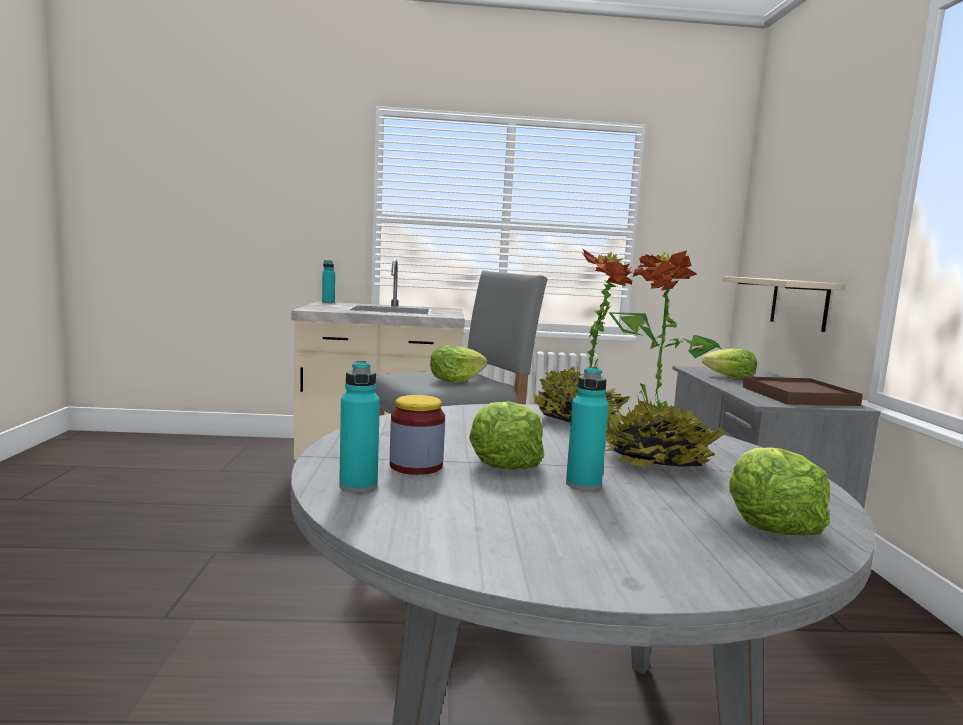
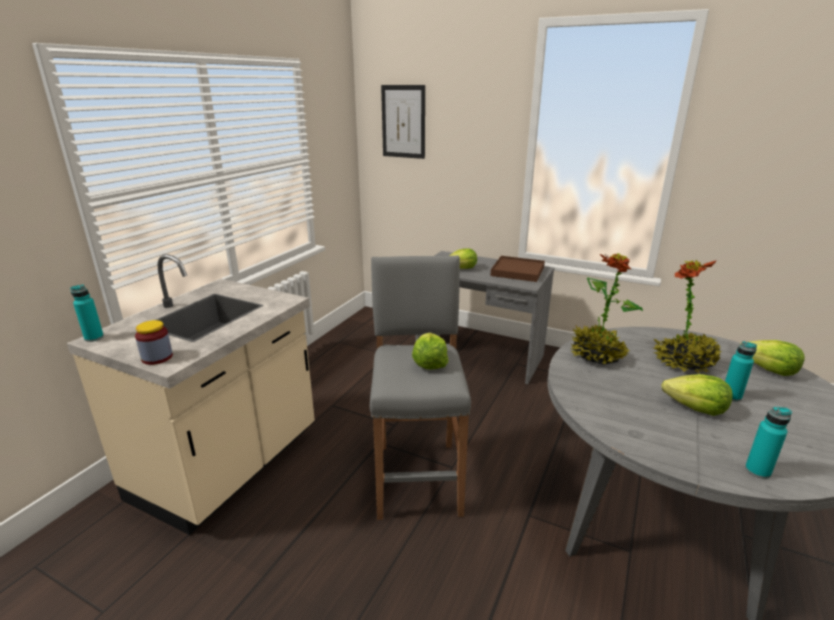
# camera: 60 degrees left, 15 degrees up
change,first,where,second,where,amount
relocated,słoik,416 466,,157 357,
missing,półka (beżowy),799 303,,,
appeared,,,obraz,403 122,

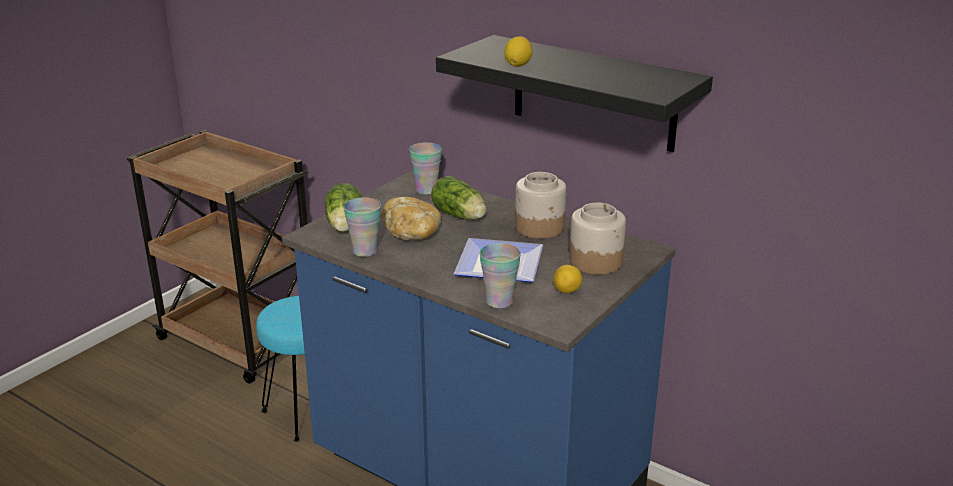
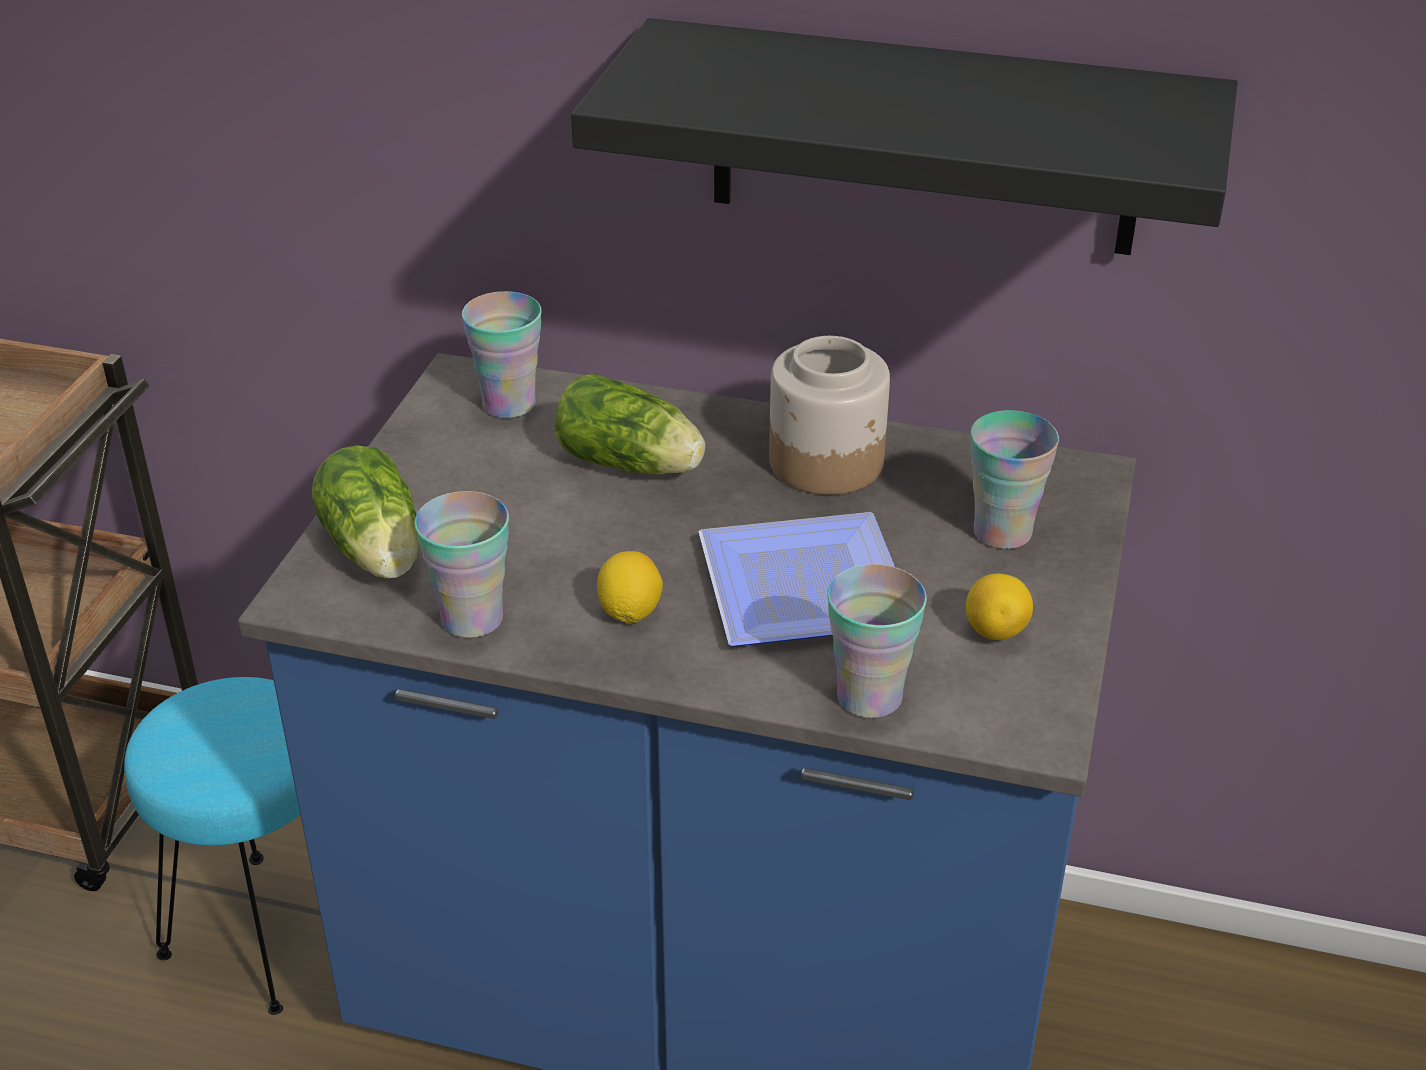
# camera: 20 degrees left, 10 degrees up
change,first,where,second,where,amount
missing,chleb,412 233,,,
relocated,cytryna,517 65,,630 612,
exchanged,słoik,596 261,filiżanka,1002 532,

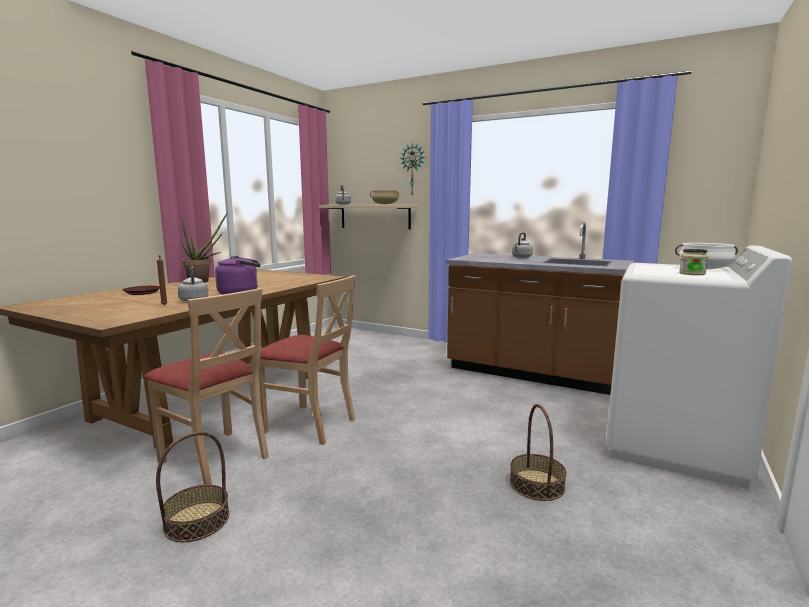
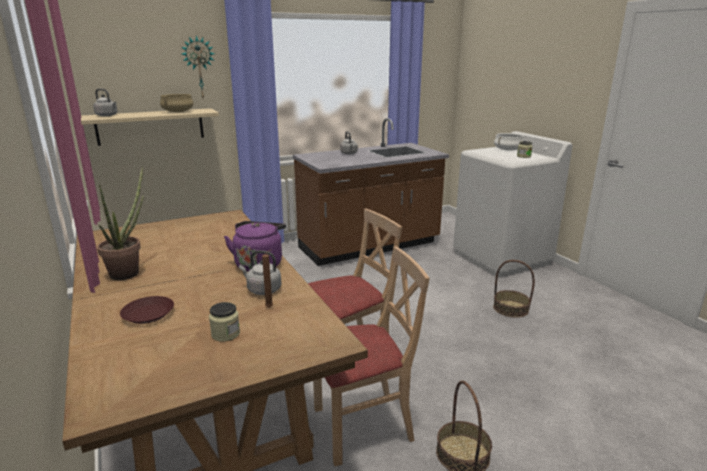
# camera: 55 degrees left, 10 degrees up
change,first,where,second,where,amount
appeared,,,słoik,225 334,

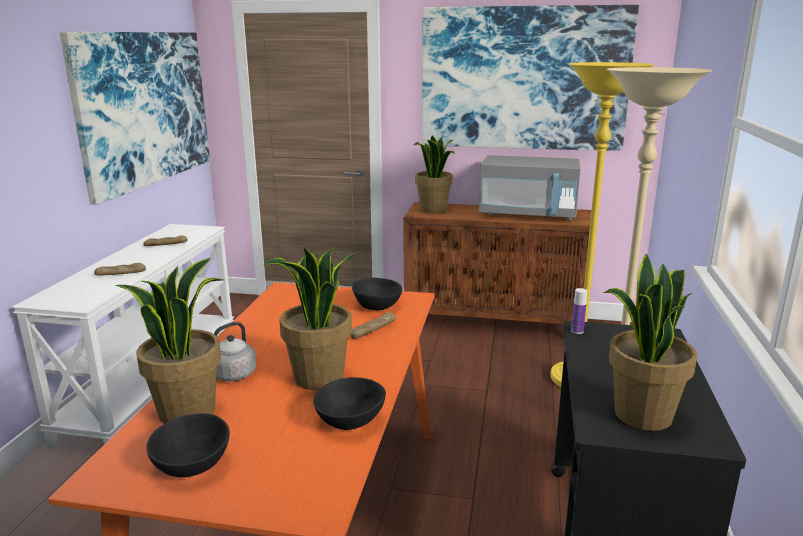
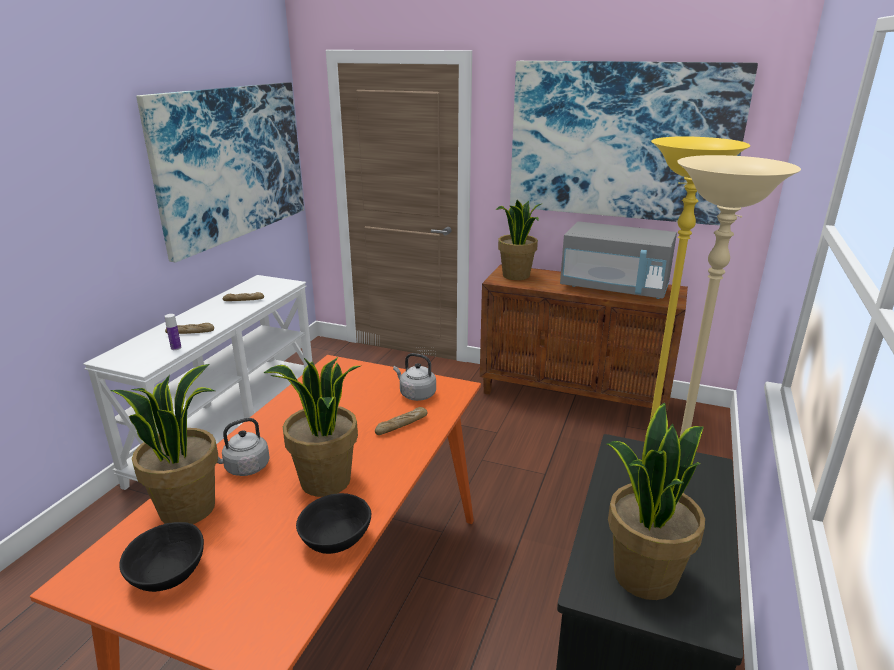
# camera: 10 degrees right, 5 degrees up
change,first,where,second,where,amount
exchanged,miska (czarny),376 306,czajnik (szary),416 394,
relocated,butelka,577 331,,176 348,

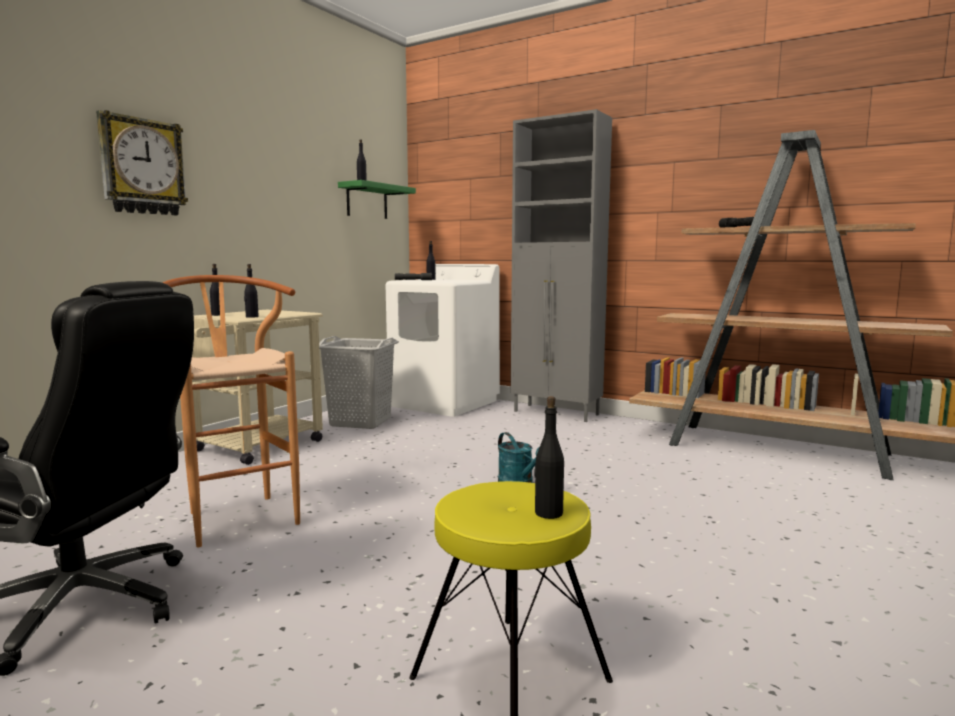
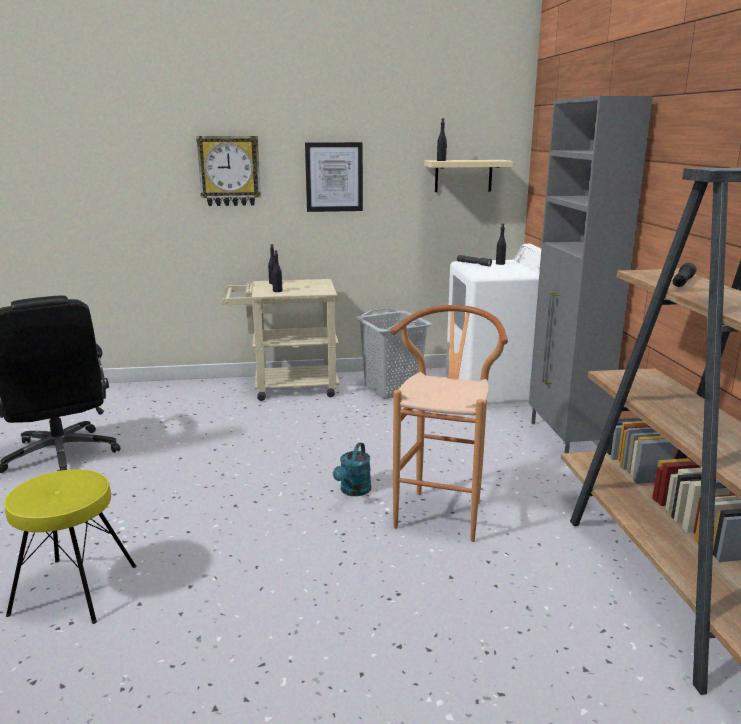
# camera: 50 degrees right, 10 degrees up
change,first,where,second,where,amount
relocated,stołek (brązowy),238 515,,443 510,
colour,półka (zielony),367 201,półka (beżowy),463 176,
missing,butelka (czarny),548 513,,,
appeared,,,obraz,334 177,

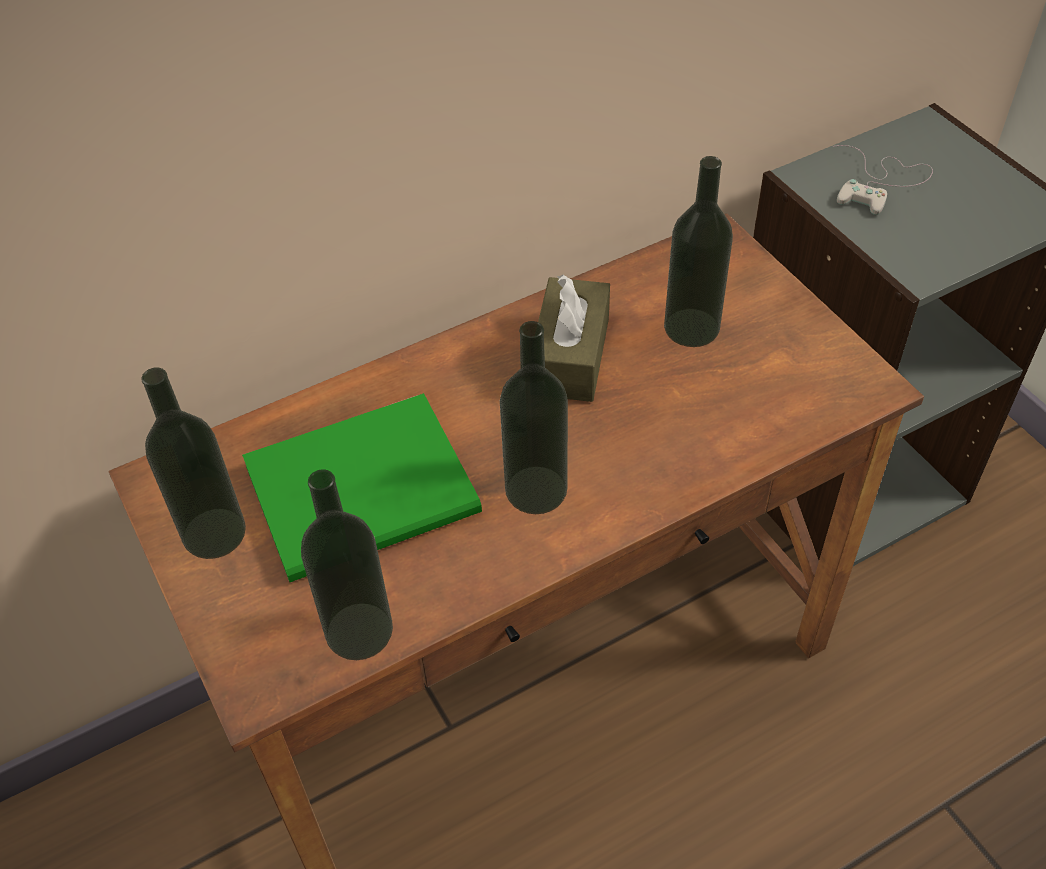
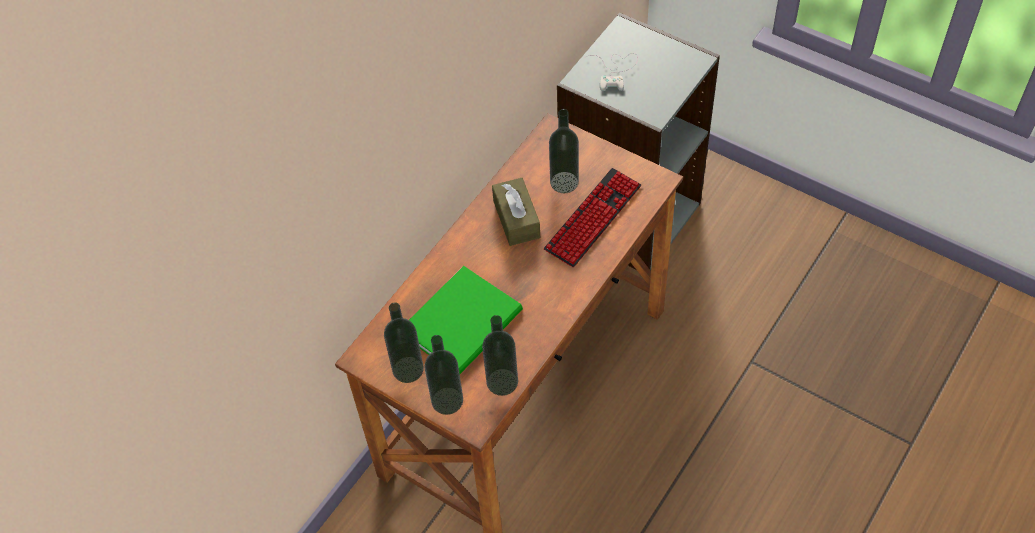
# camera: 25 degrees left, 5 degrees up
change,first,where,second,where,amount
relocated,butelka,536 490,,447 401,
appeared,,,klawiatura,593 218,

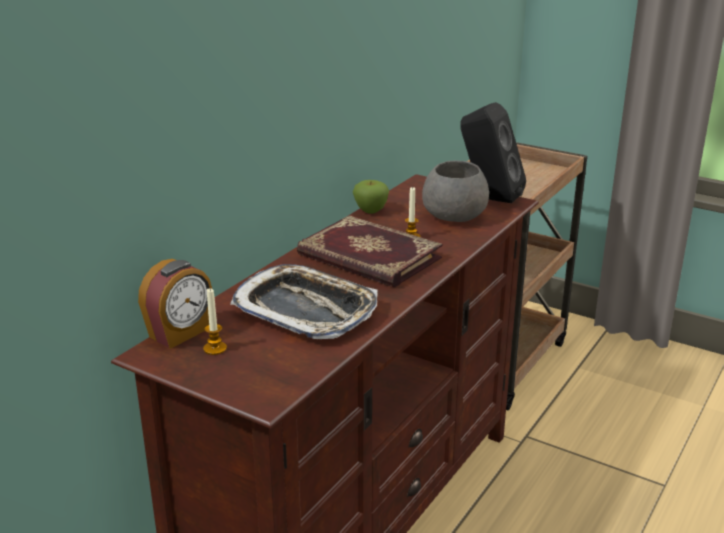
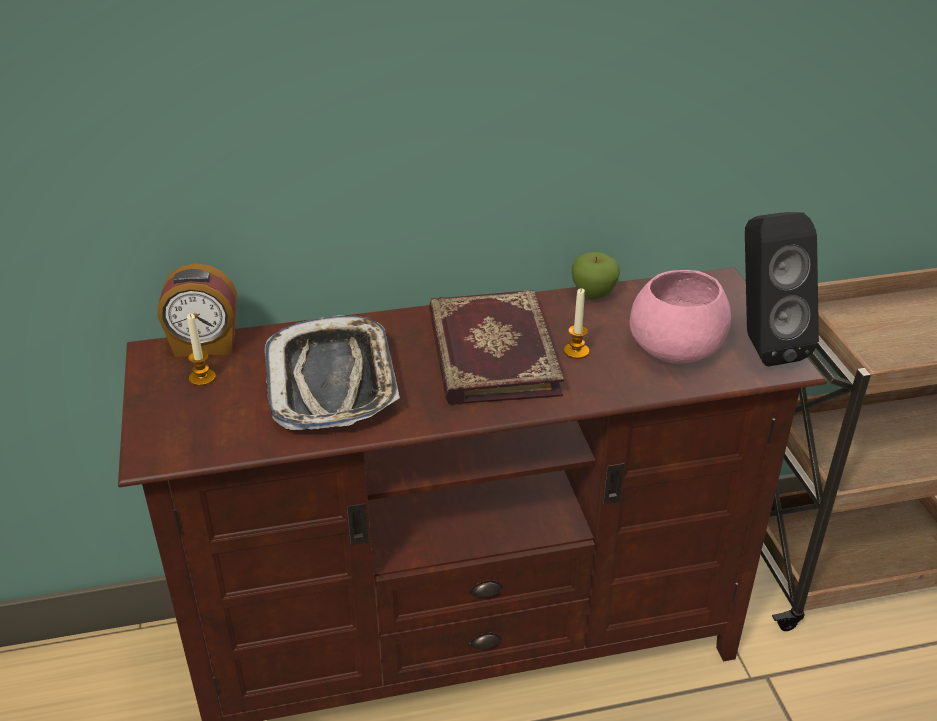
# camera: 45 degrees right, 10 degrees up
change,first,where,second,where,amount
colour,miska (szary),454 215,miska (różowy),677 347,

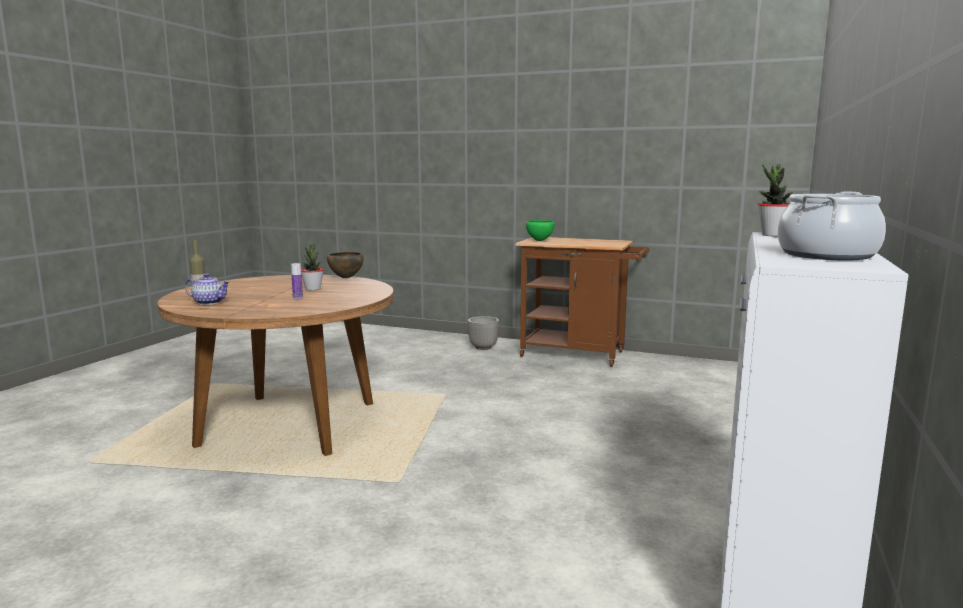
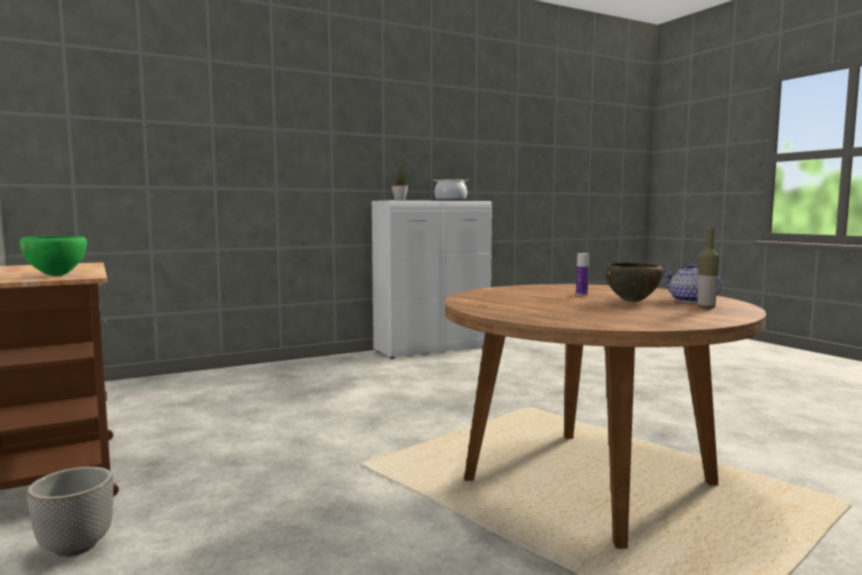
# camera: 140 degrees left, 5 degrees down
change,first,where,second,where,amount
missing,roślina doniczkowa,313 289,,,
relocated,miska (brązowy),345 278,,632 302,

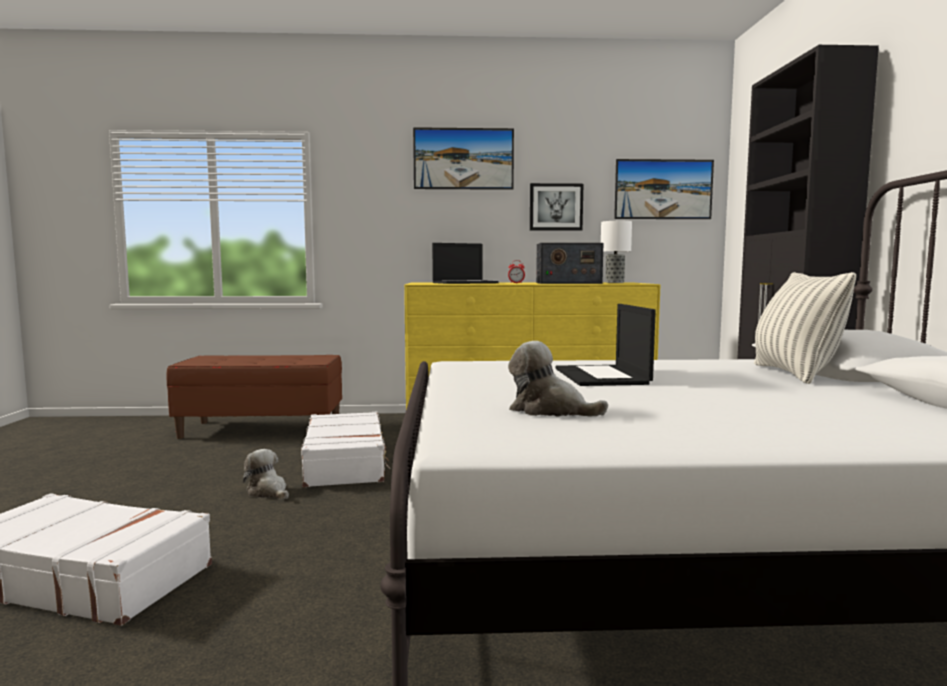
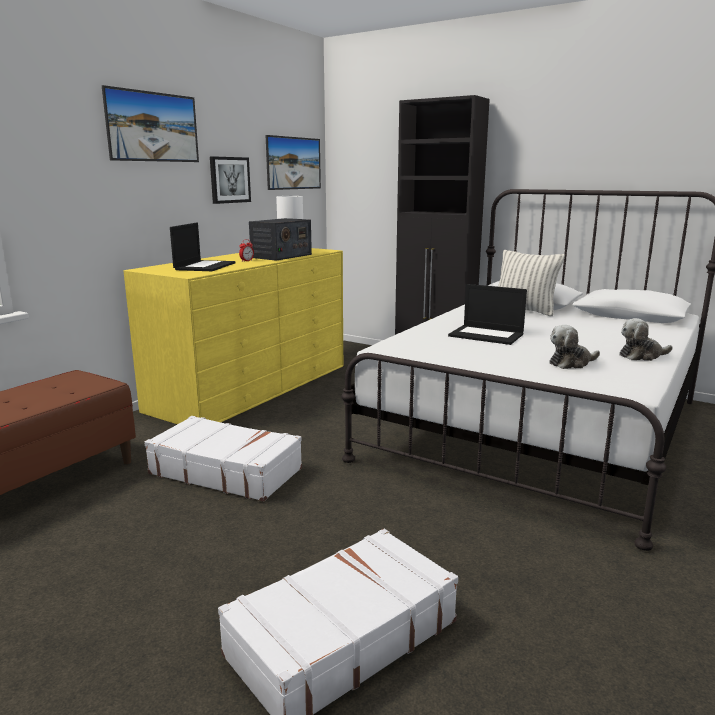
# camera: 55 degrees left, 10 degrees up
change,first,where,second,where,amount
relocated,pluszak,268 492,,641 356,

